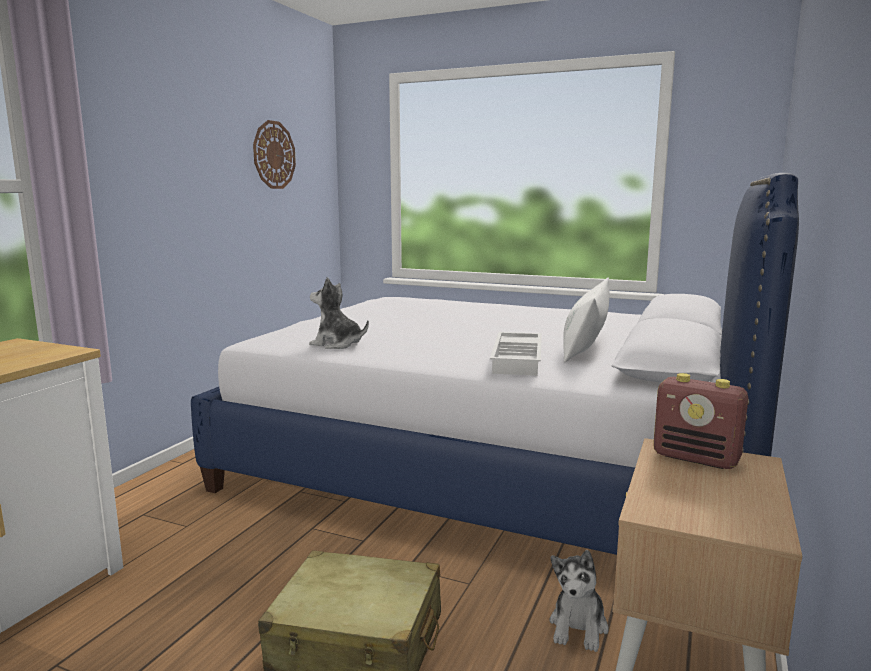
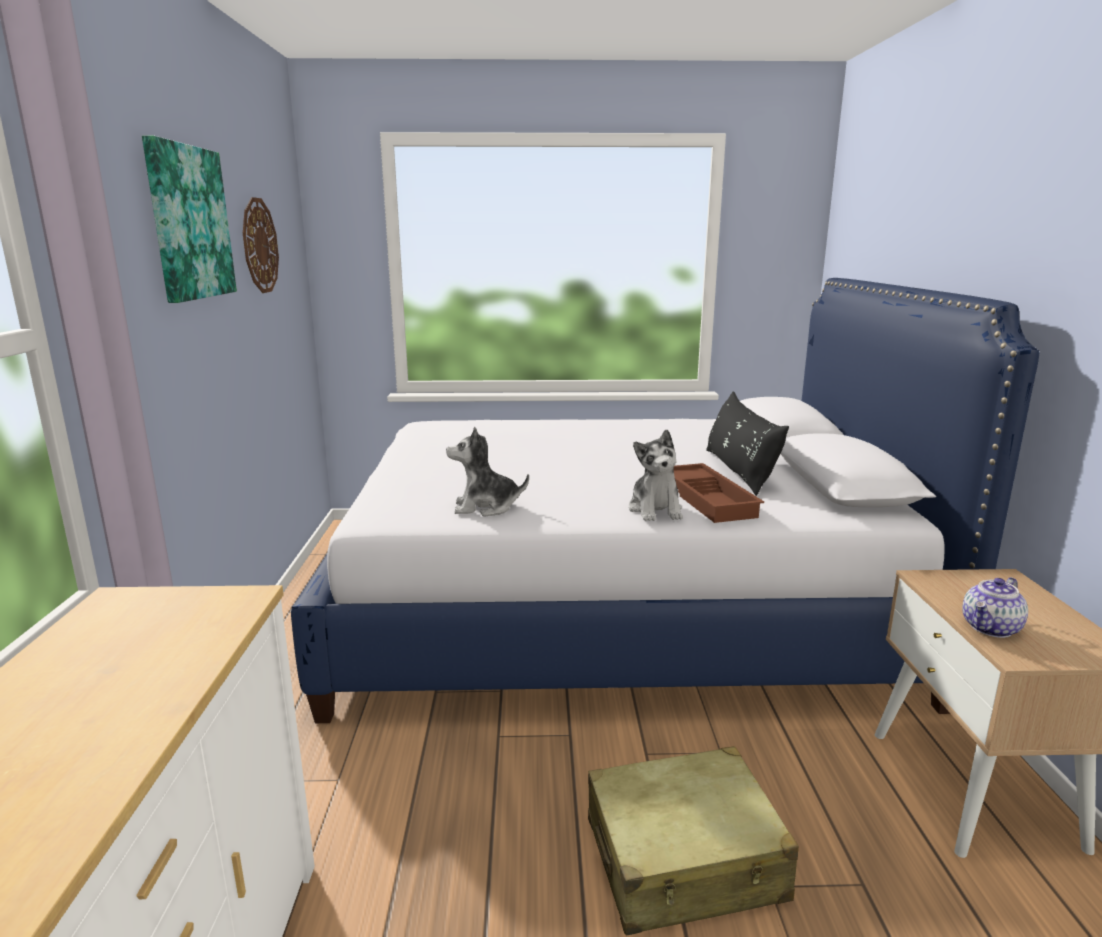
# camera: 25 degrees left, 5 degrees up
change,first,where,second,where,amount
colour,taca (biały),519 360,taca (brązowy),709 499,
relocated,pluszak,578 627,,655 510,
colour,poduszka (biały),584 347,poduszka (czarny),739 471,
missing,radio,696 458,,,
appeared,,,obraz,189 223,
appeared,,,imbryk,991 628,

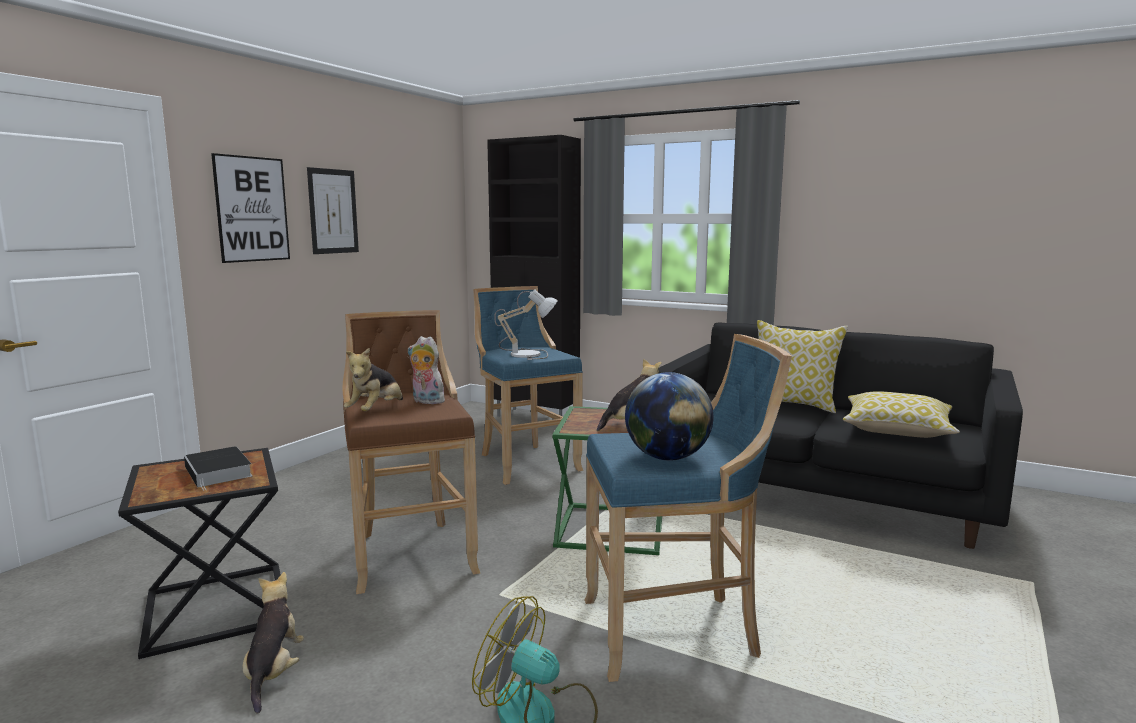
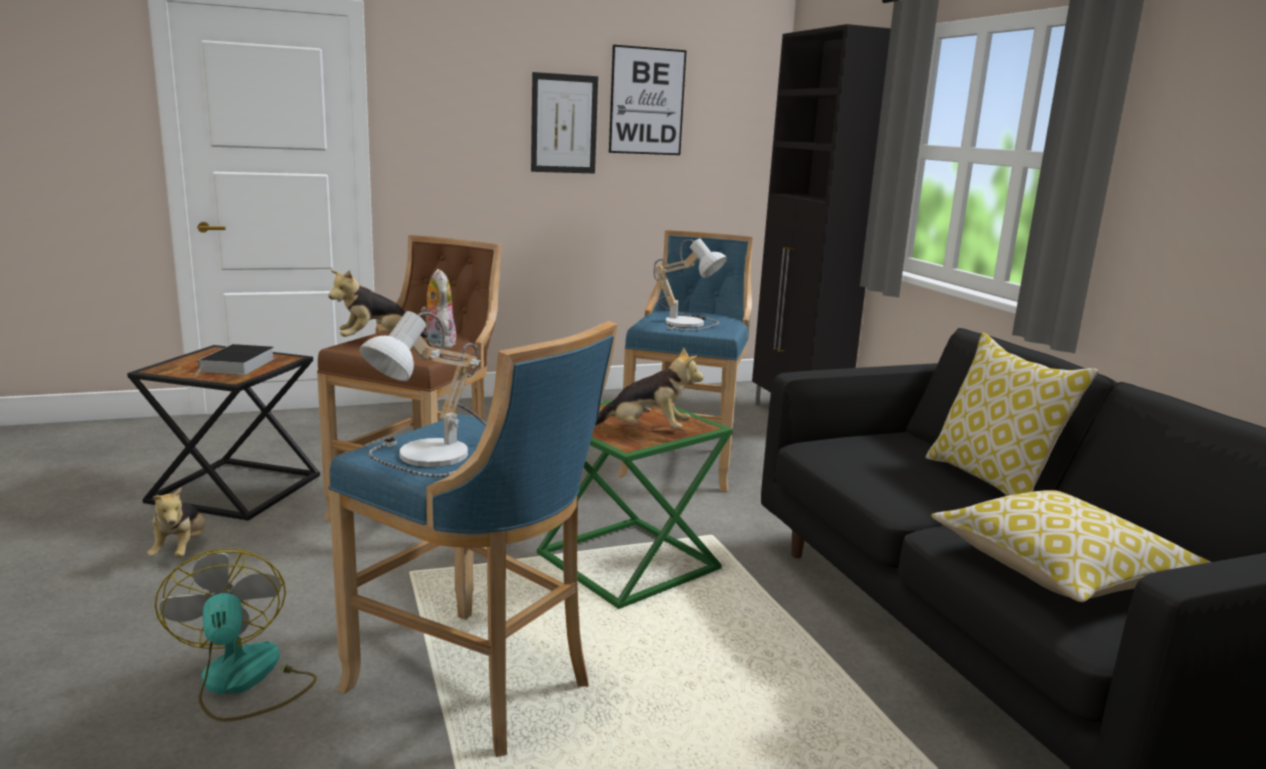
# camera: 40 degrees right, 5 degrees up
change,first,where,second,where,amount
relocated,obraz,252 209,,647 101,
spun,pluszak,274 672,,180 550,135 degrees clockwise
exchanged,globus,667 458,lampa stołowa,435 457,

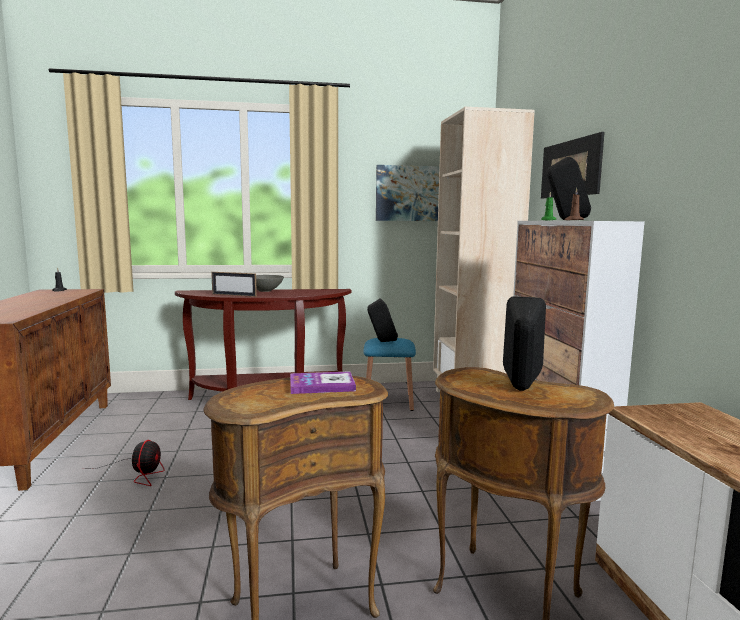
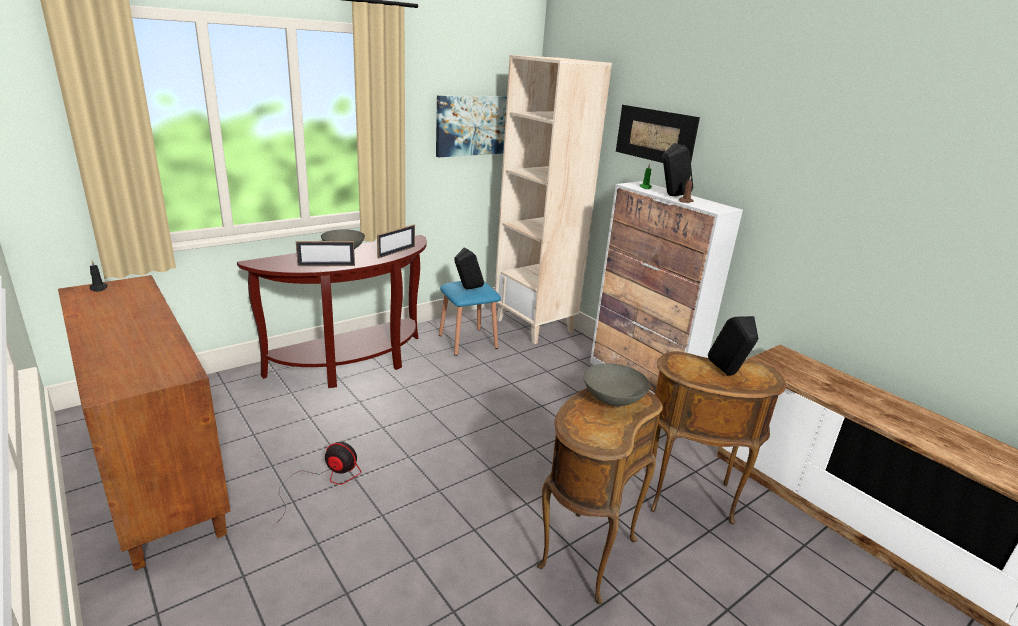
# camera: 30 degrees left, 15 degrees up
change,first,where,second,where,amount
spun,wentylator,140 473,,324 481,45 degrees counterclockwise
exchanged,książka,322 385,miska (szary),612 400,
appeared,,,ramka na zdjęcie,396 252,

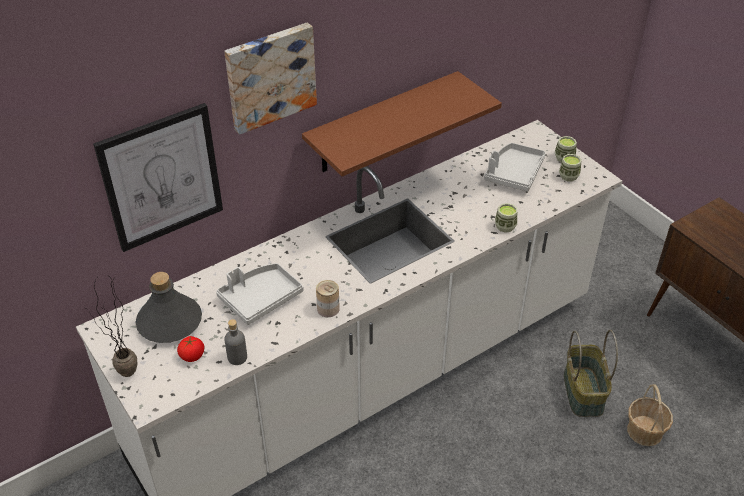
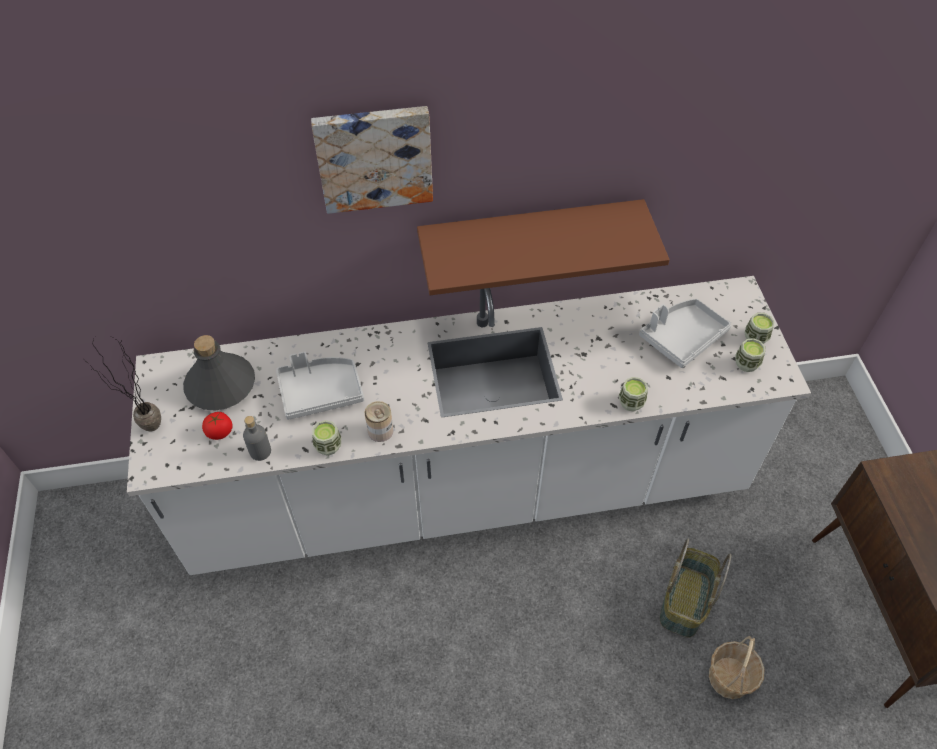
# camera: 25 degrees right, 10 degrees up
change,first,where,second,where,amount
missing,obraz,161 177,,,
appeared,,,filiżanka,328 446,

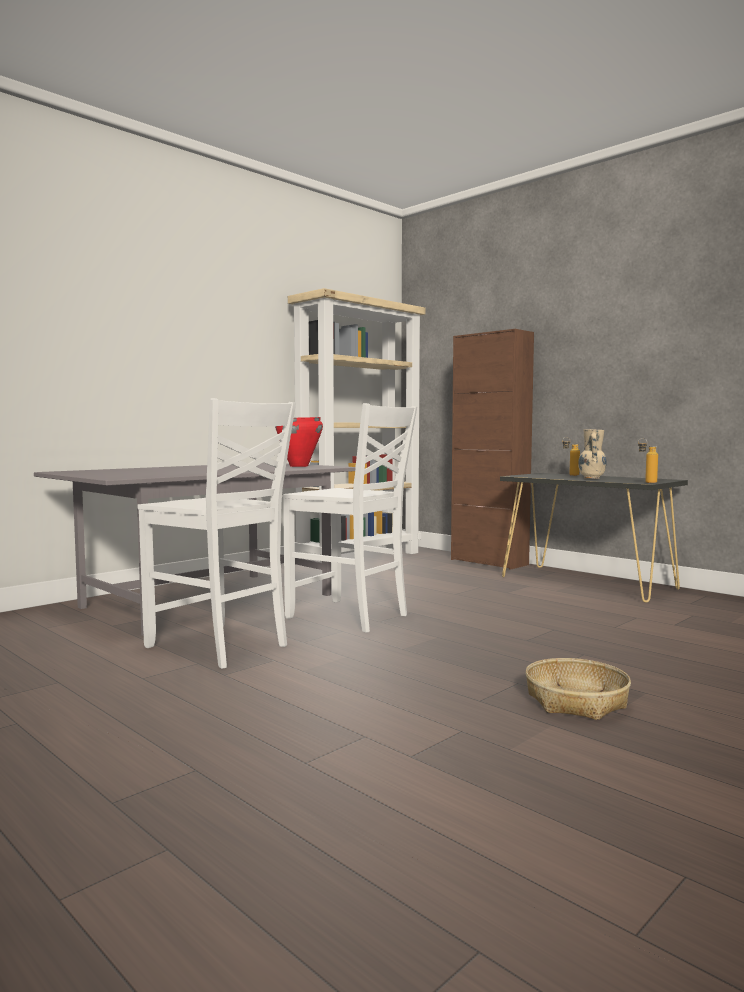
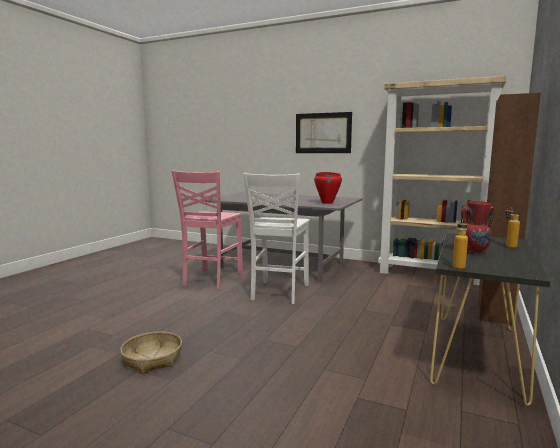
# camera: 70 degrees right, 5 degrees up
change,first,where,second,where,amount
colour,krzesło (biały),219 646,krzesło (różowy),211 280,
colour,wazon (beżowy),592 478,wazon (czerwony),474 252,
appeared,,,obraz,323 133,

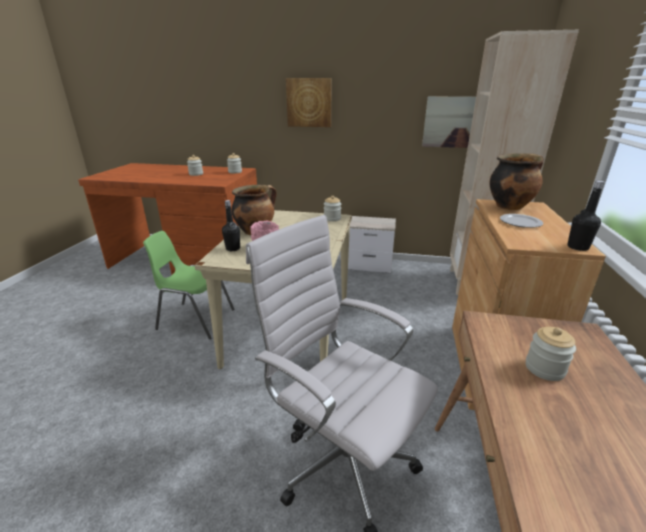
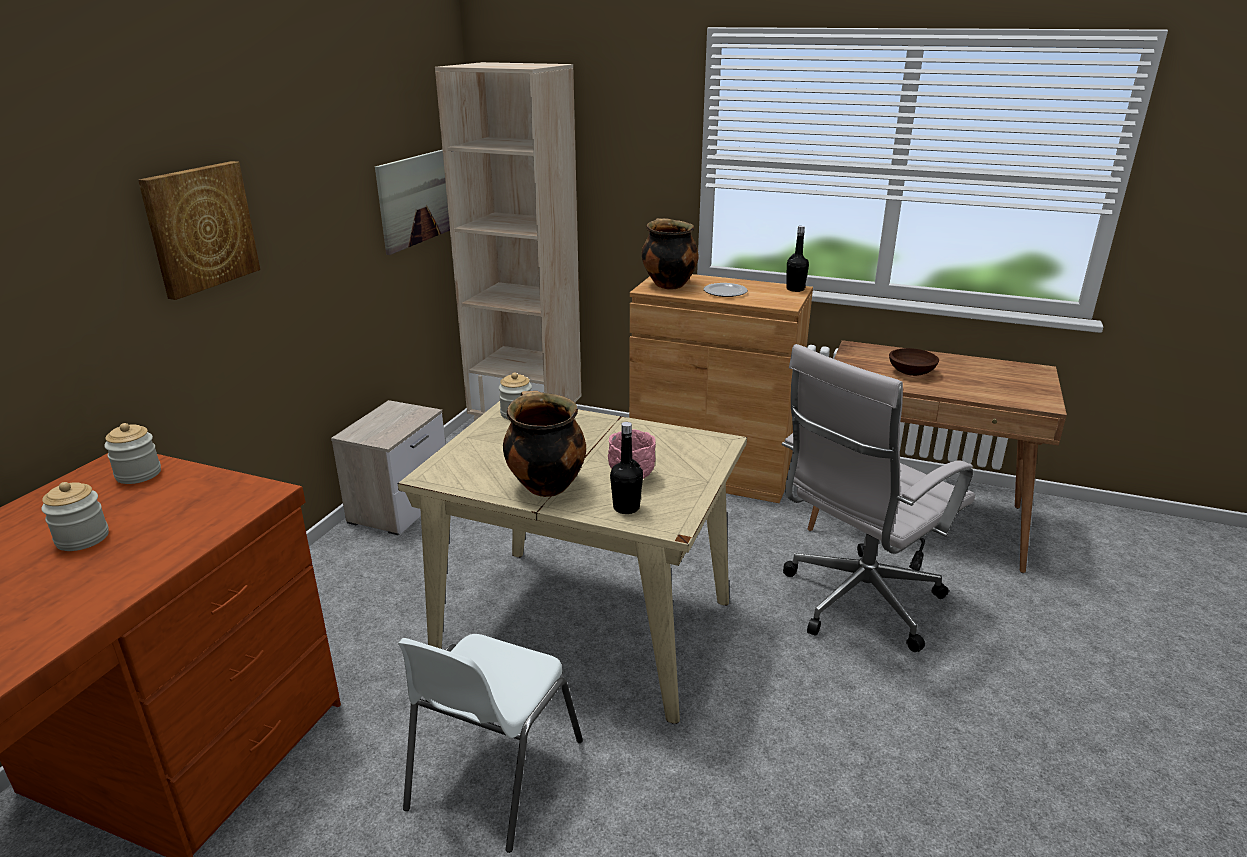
# camera: 80 degrees left, 0 degrees up
change,first,where,second,where,amount
colour,krzesło (zielony),195 319,krzesło (biały),492 775,
exchanged,słoik,544 369,miska (brązowy),910 372,

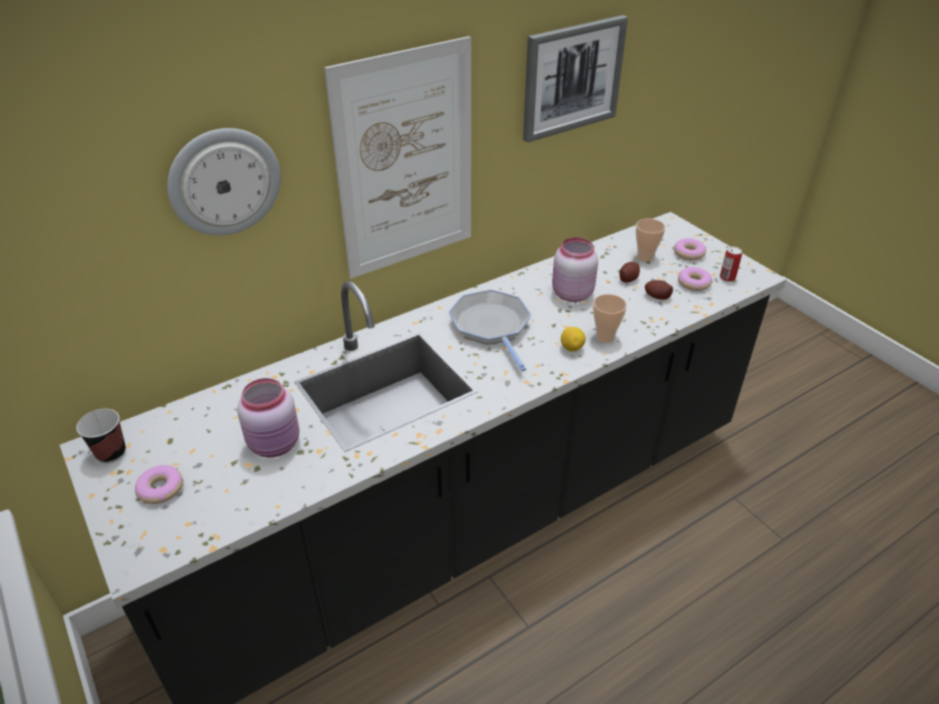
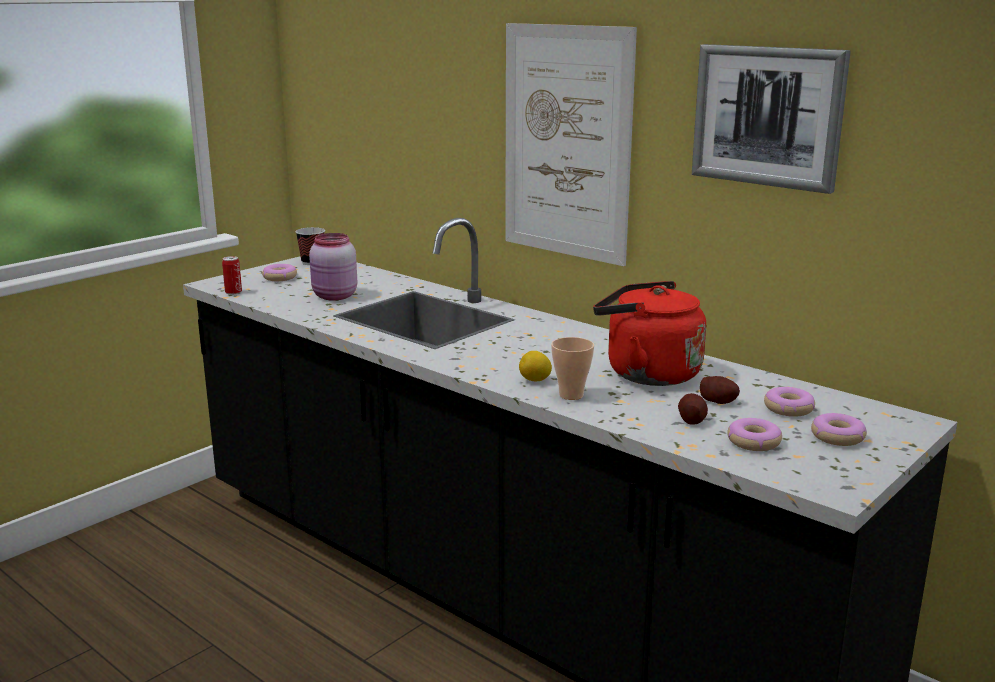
# camera: 75 degrees right, 20 degrees down
change,first,where,second,where,amount
missing,zegar ścienny,224 181,,,
missing,patelnia,491 327,,,
exchanged,słoik (różowy),571 294,czajnik (czerwony),646 373,
exchanged,filiżanka,645 257,donut,788 409,
relocated,puszka,727 278,,233 292,

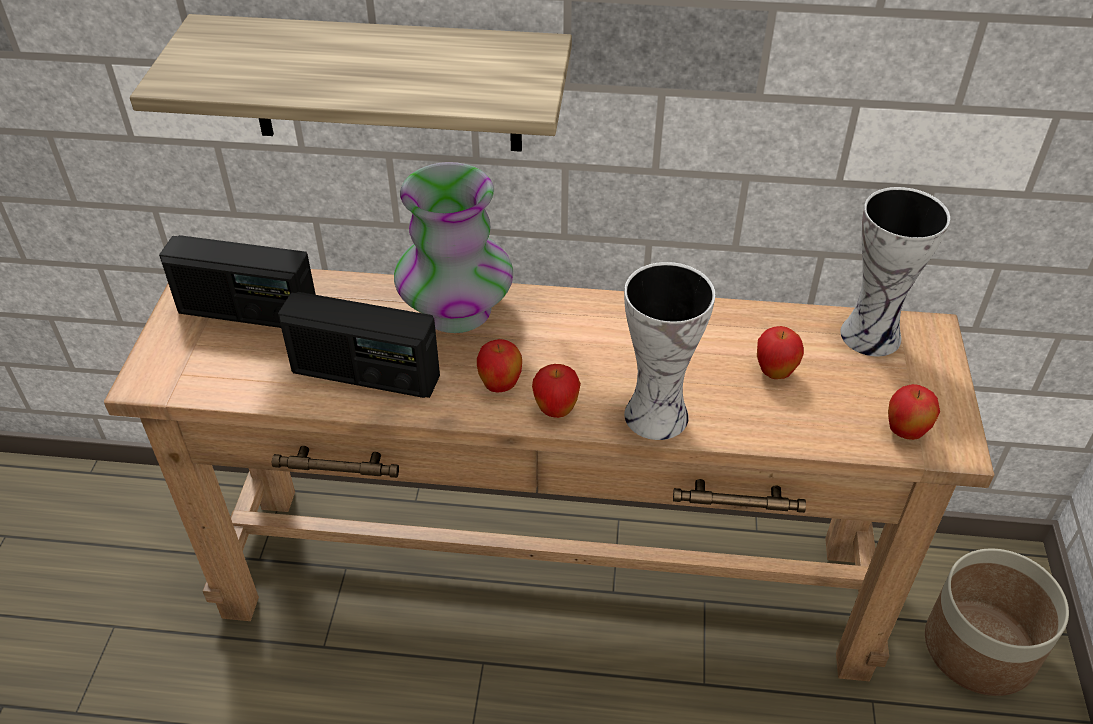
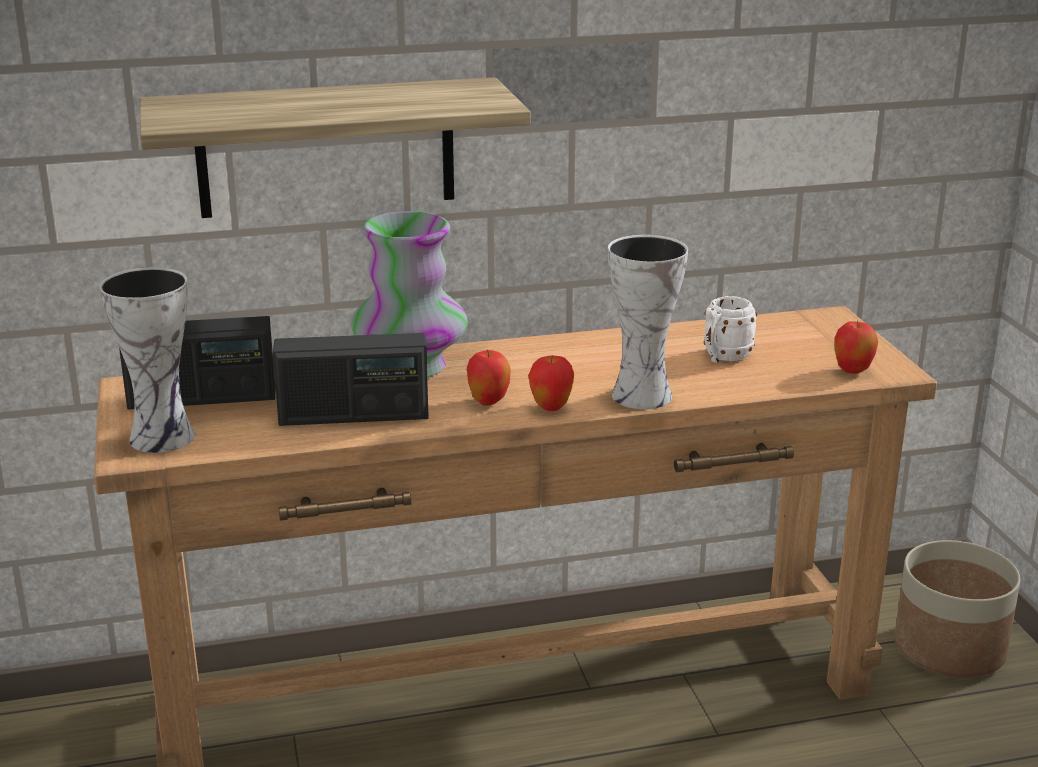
# camera: 20 degrees left, 20 degrees down
change,first,where,second,where,amount
exchanged,jabłko,774 373,kubek (biały),723 357,
relocated,wazon,873 334,,165 436,

